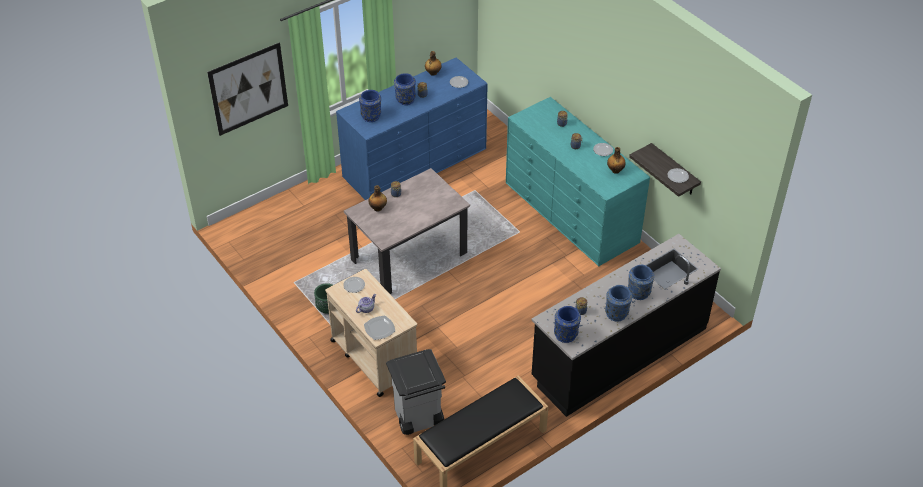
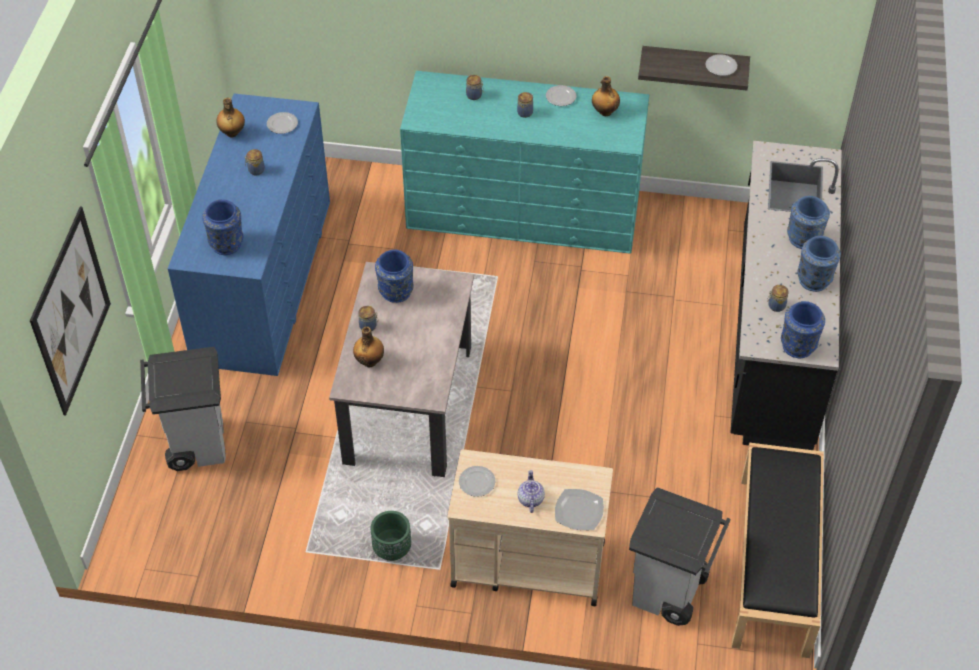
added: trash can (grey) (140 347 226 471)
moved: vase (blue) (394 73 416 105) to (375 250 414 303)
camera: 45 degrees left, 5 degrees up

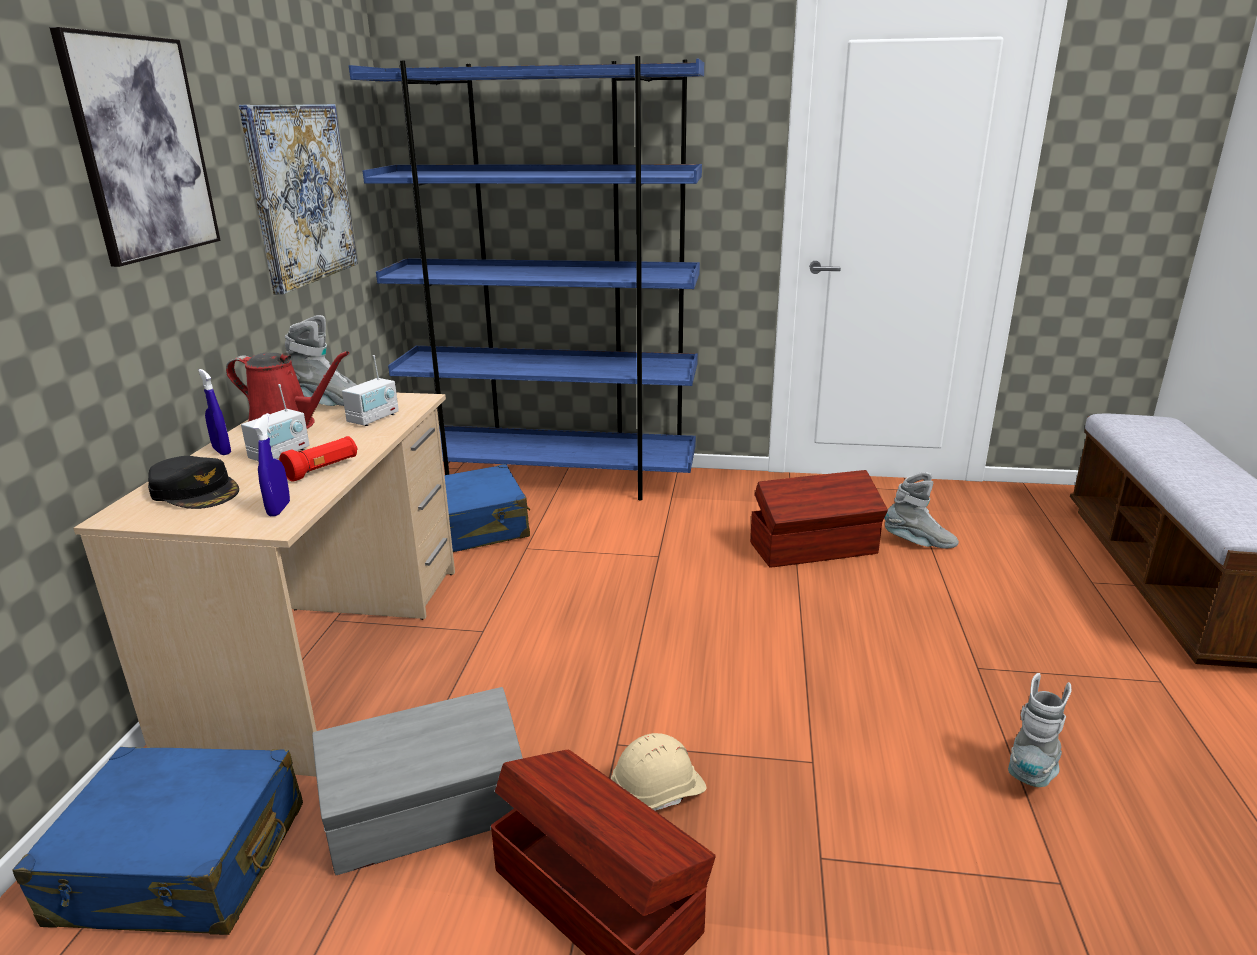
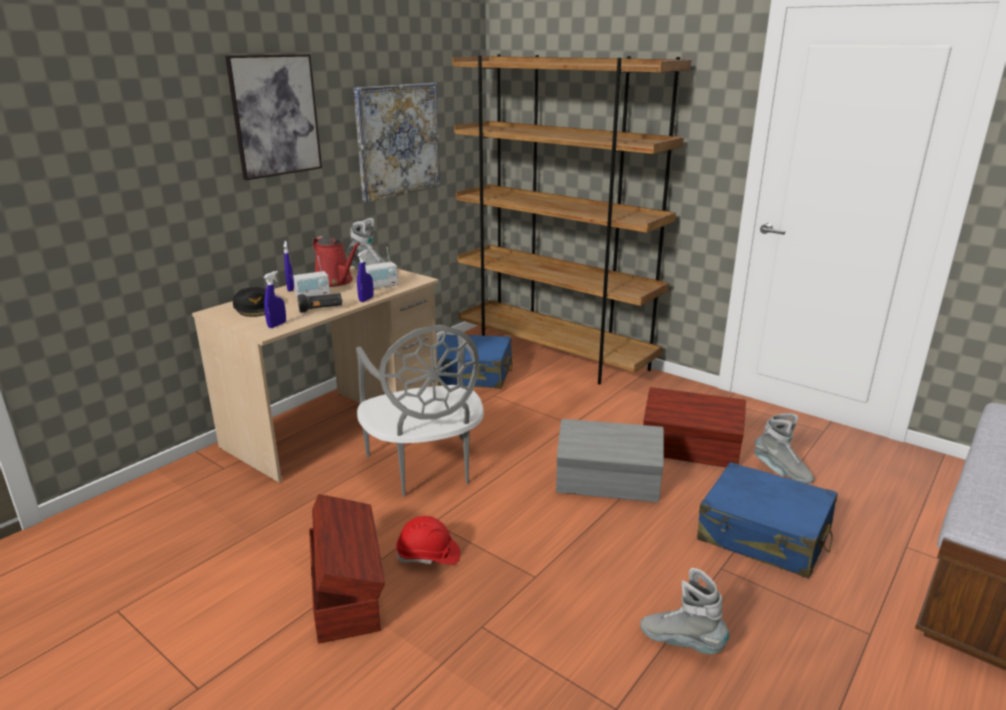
added: spray bottle (blue) (357 250 374 302); chair (grey) (356 325 484 497)
moved: storage box (grey) (312 687 523 875) to (556 419 664 502); suitcase (blue) (12 747 303 935) to (697 462 838 579)
recoloured: bookcase (blue) (349 56 704 500) to bookcase (brown) (452 54 691 385); flashlight (red) (279 436 358 482) to flashlight (black) (297 293 343 313); hard hat (beige) (611 733 707 811) to hard hat (red) (396 516 461 565)
turned: boot (grey) (1008 673 1072 787) = (640 568 729 655) 120 degrees counterclockwise
camera: 30 degrees right, 0 degrees up

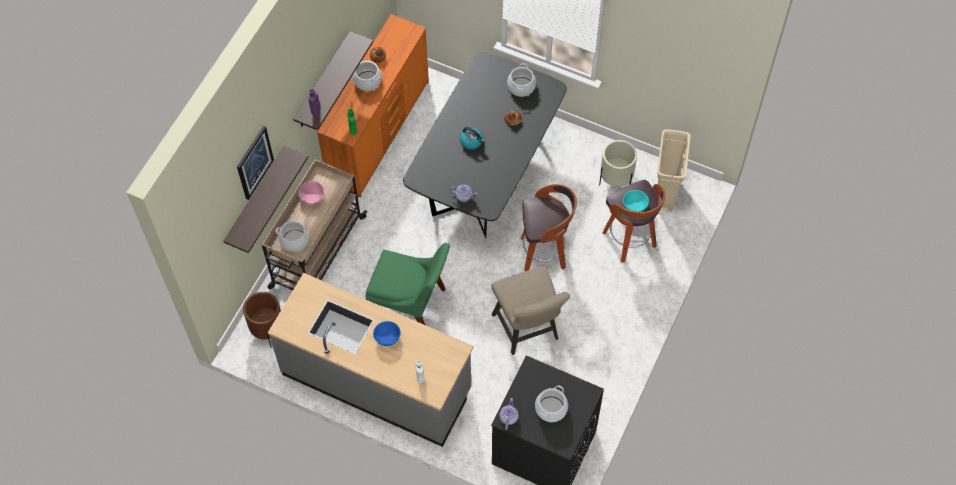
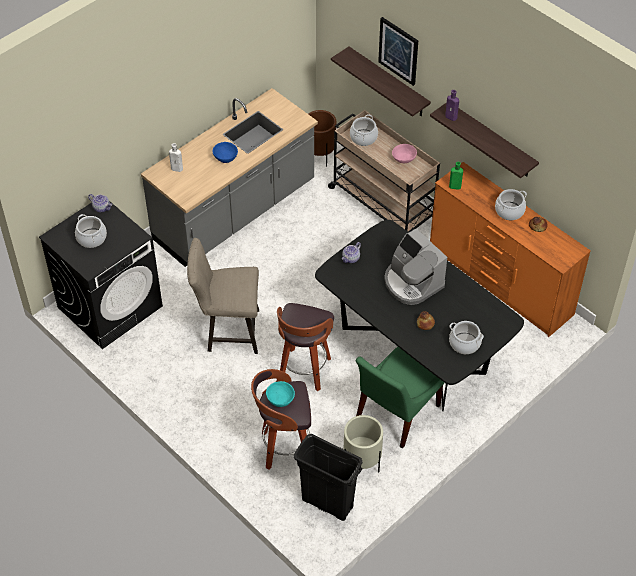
moved: chair (green) (365 243 450 325) to (356 347 444 448)
replaced: kettle (460 127 485 150) to coffee machine (384 229 447 305)
recoloured: trash can (beige) (657 129 691 212) to trash can (black) (294 434 363 521)
camera: 110 degrees right, 10 degrees down

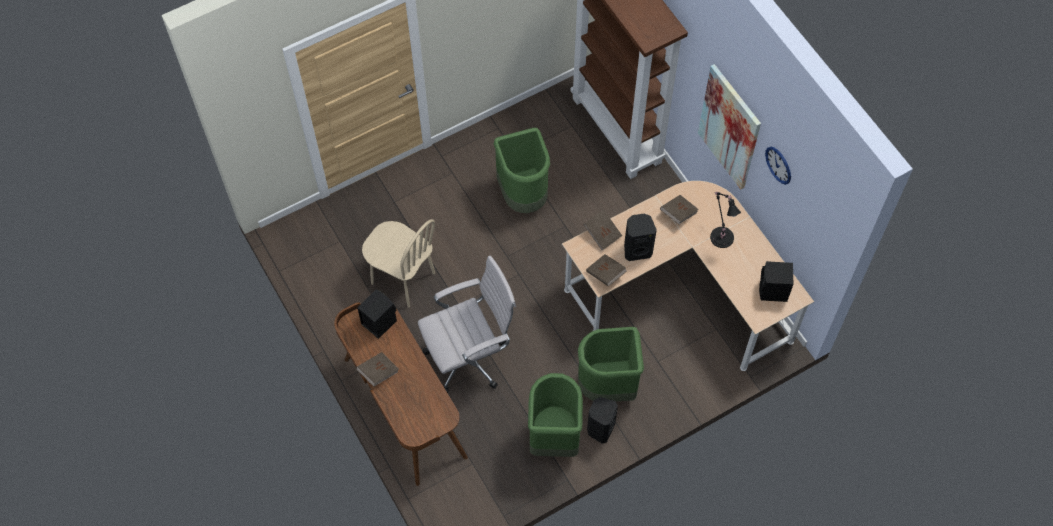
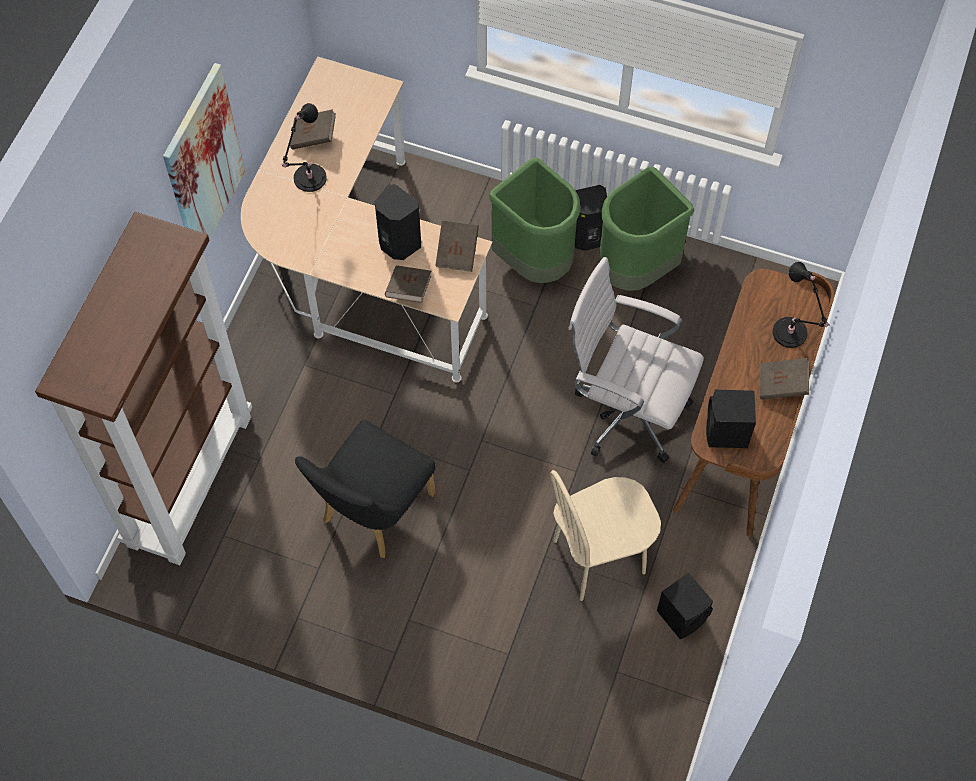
removed: wall clock (765 147 791 185)
added: table lamp (black) (773 262 830 348)
moved: book (brown) (660 195 699 225) to (290 109 336 149); speaker (black) (759 261 793 302) to (657 572 713 639)
replaced: trash can (green) (494 128 550 213) to chair (black) (295 420 436 558)
turned: chair (beige) (362 219 435 308) = (550 470 661 601) 105 degrees counterclockwise
camera: 130 degrees left, 0 degrees up

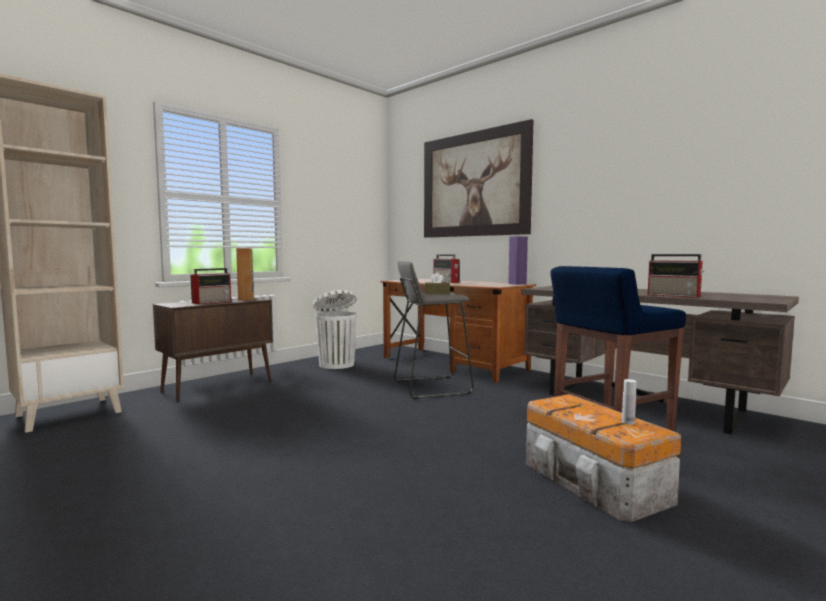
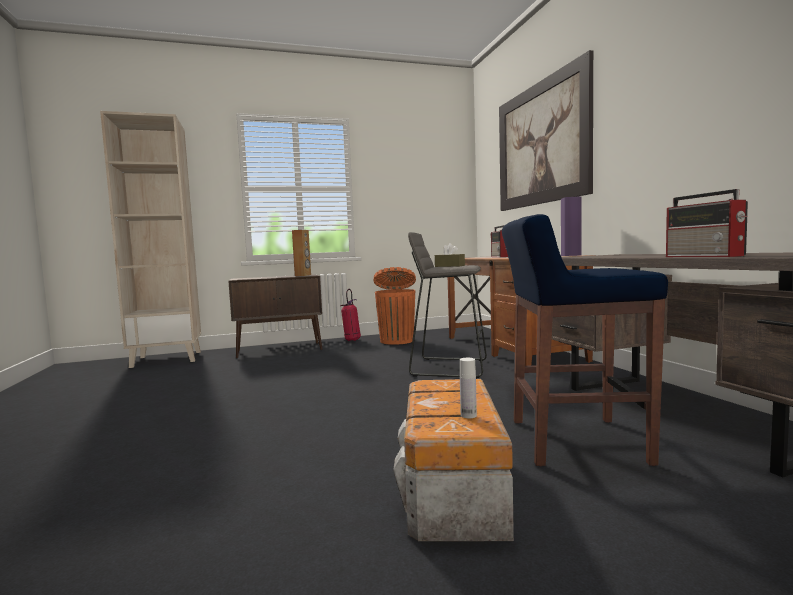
removed: radio (191 268 231 304)
added: fire extinguisher (340 289 361 341)
recoloured: trash can (white) (313 290 357 369) to trash can (orange) (374 267 416 345)
camera: 30 degrees right, 0 degrees up

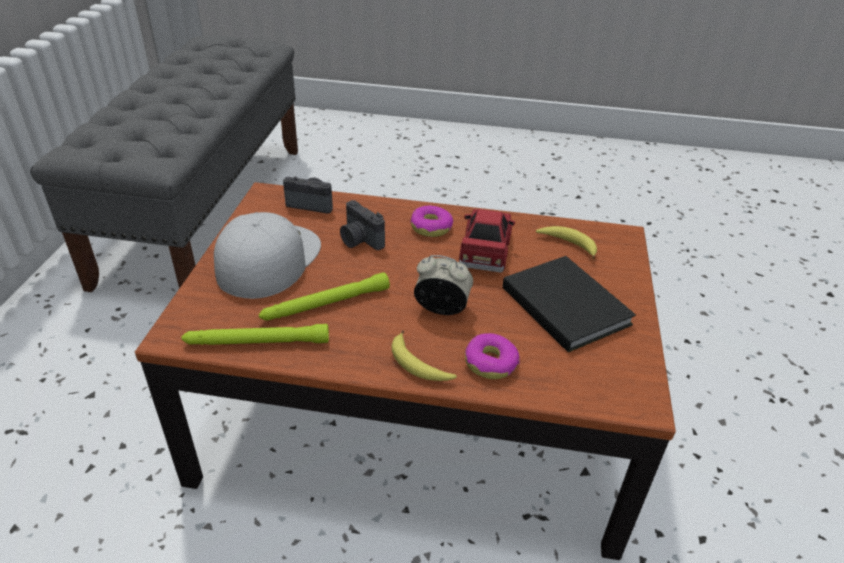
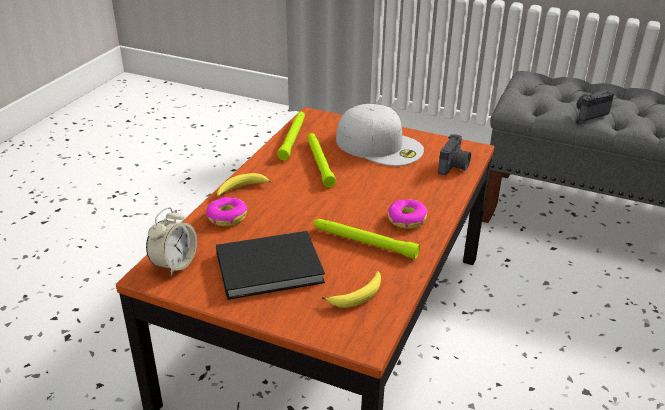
moved: photo camera (340 200 385 250) to (576 91 614 121); alarm clock (414 255 473 315) to (146 207 197 276)
replaced: toy car (red) (459 209 515 272) to flashlight (green) (313 219 420 259)
camera: 105 degrees right, 5 degrees down

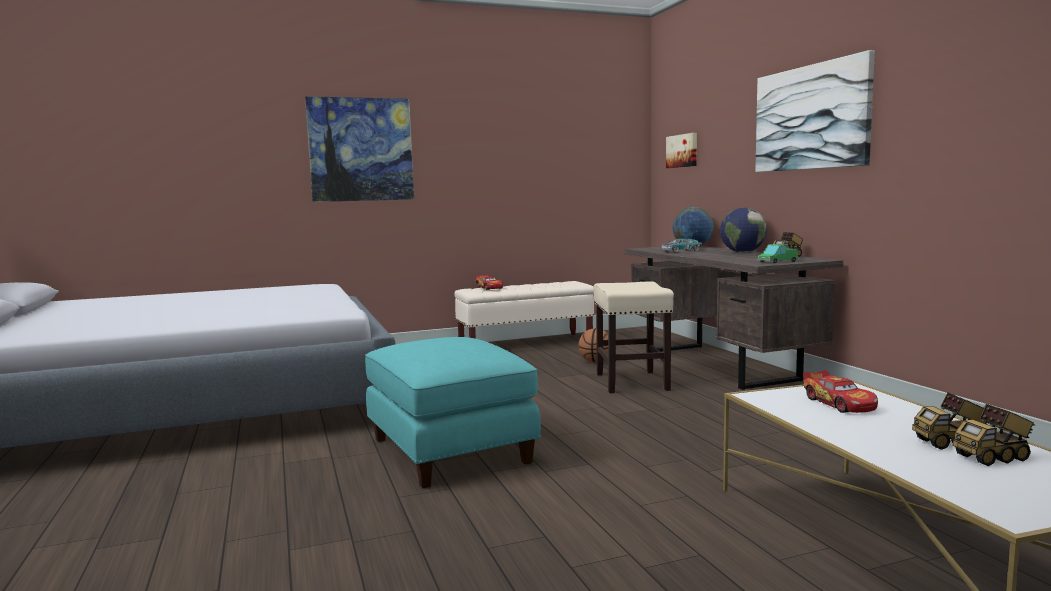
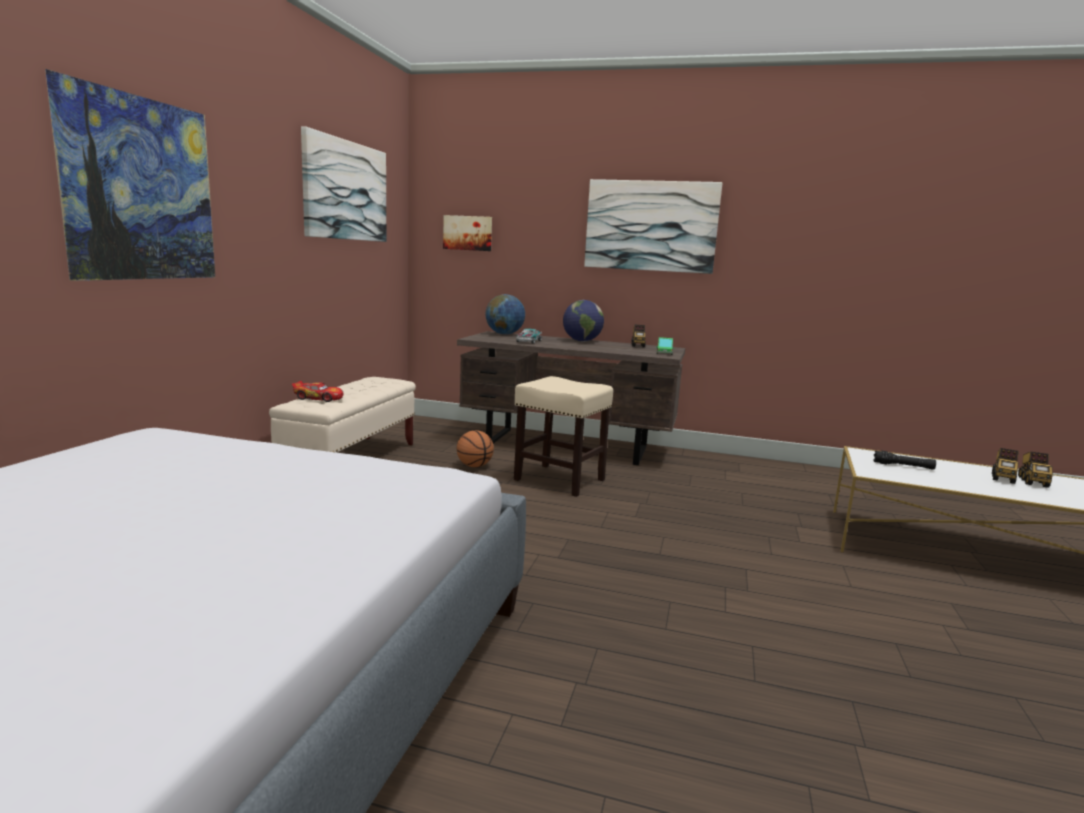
removed: ottoman (turquoise) (365 337 541 488)
added: picture (301 127 386 242)
replaced: toy car (803 370 878 413) to flashlight (black) (873 451 936 470)
camera: 55 degrees left, 5 degrees up

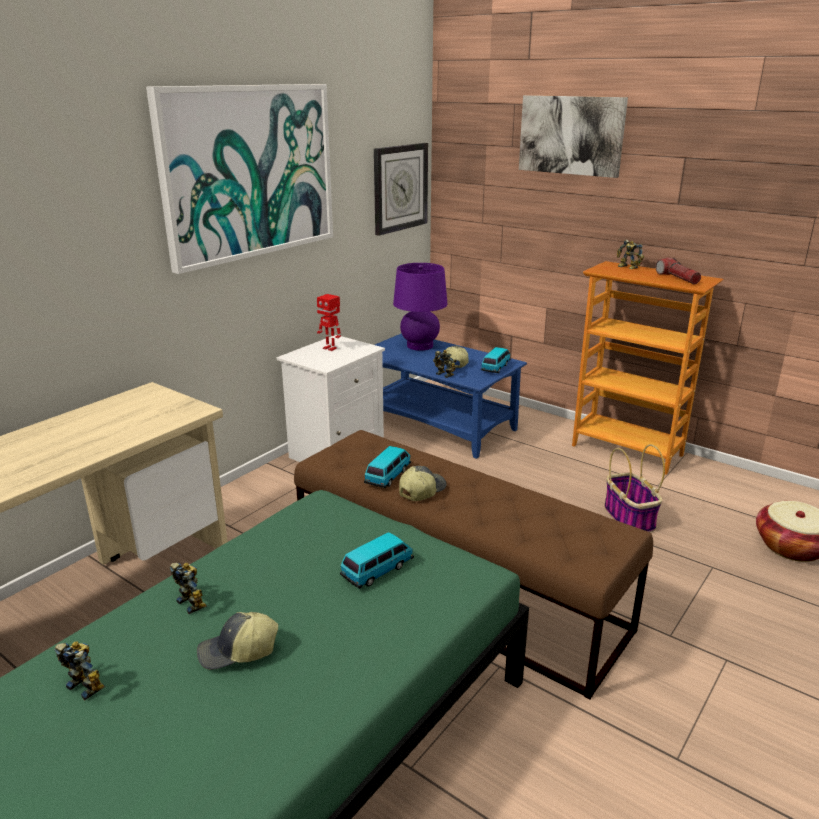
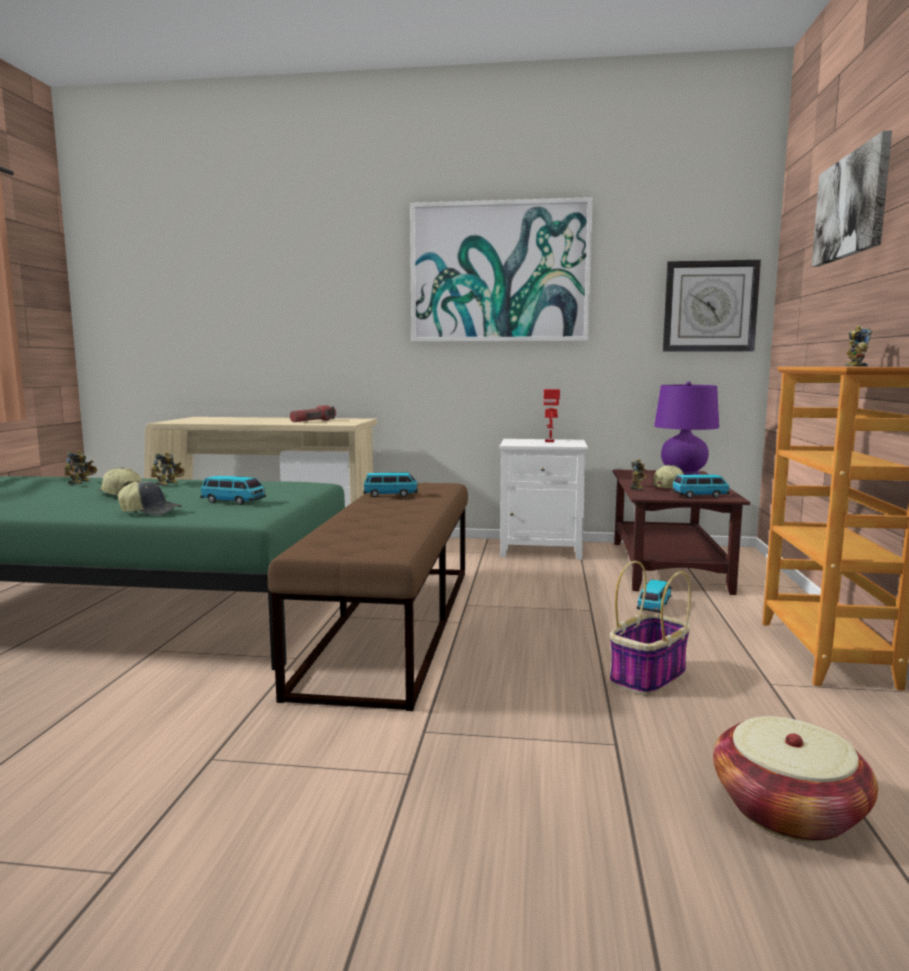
added: toy car (637 580 671 613)
moved: flashlight (655 258 701 284) to (290 405 336 422); cap (399 466 446 501) to (118 480 182 515)
recoloured: coffee table (blue) (375 333 527 459) to coffee table (brown) (613 470 750 595)
camera: 60 degrees right, 15 degrees down

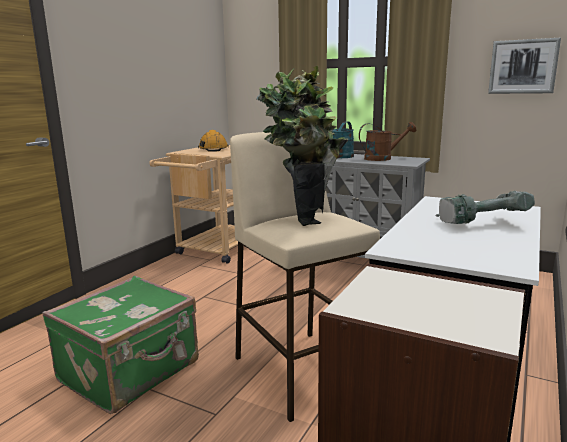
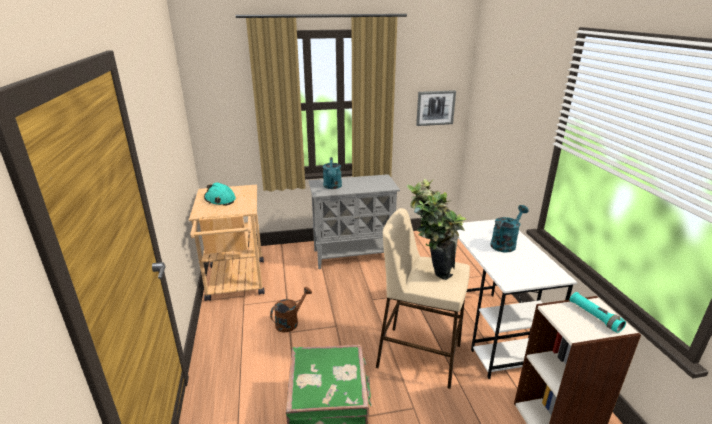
added: flashlight (turquoise) (569 292 626 333)
moved: watering can (brown) (359 122 416 161) to (270 287 312 332)
replaced: power drill (435 191 535 224) to watering can (turquoise) (490 205 529 252)
recoloured: hard hat (orange) (198 130 229 152) to hard hat (turquoise) (204 182 236 206)
camera: 40 degrees left, 10 degrees up

